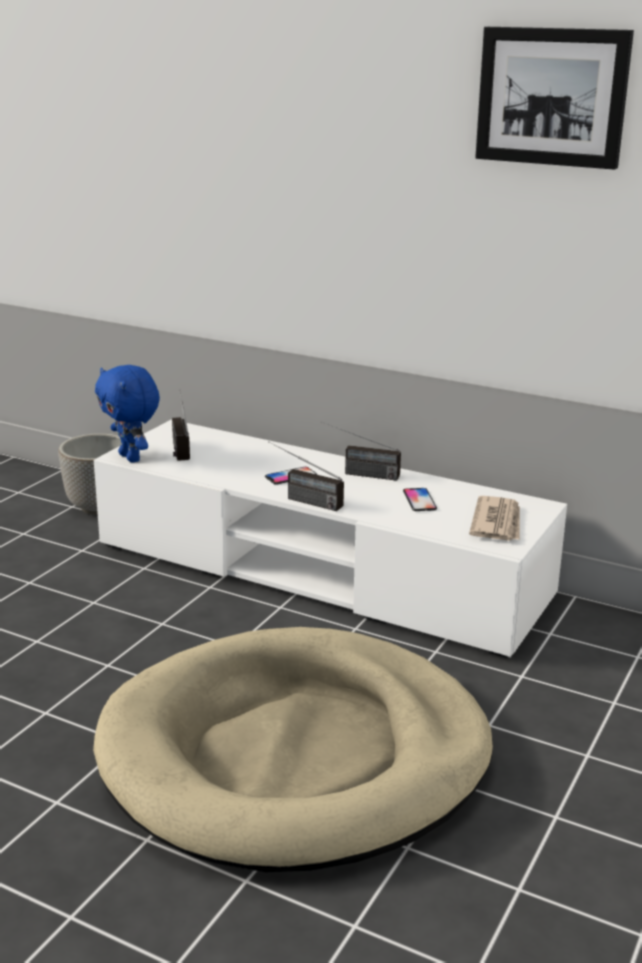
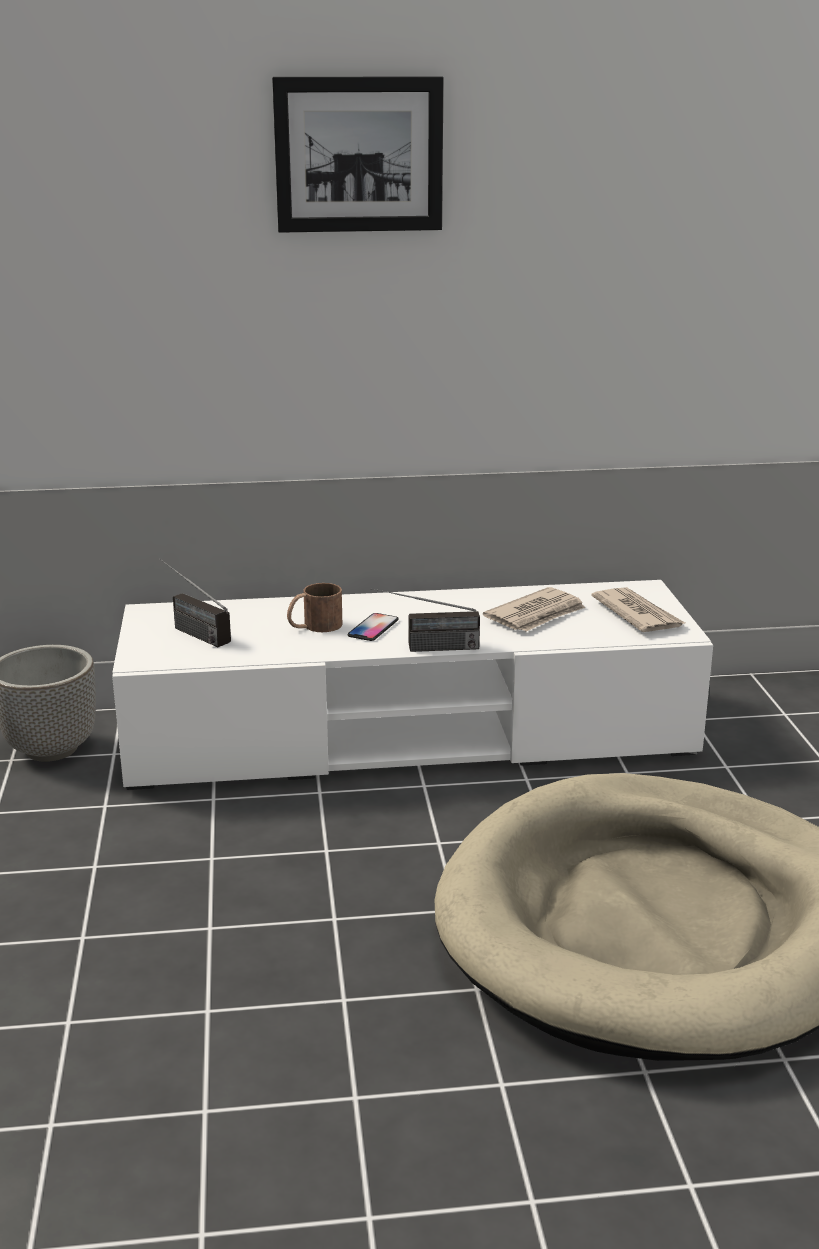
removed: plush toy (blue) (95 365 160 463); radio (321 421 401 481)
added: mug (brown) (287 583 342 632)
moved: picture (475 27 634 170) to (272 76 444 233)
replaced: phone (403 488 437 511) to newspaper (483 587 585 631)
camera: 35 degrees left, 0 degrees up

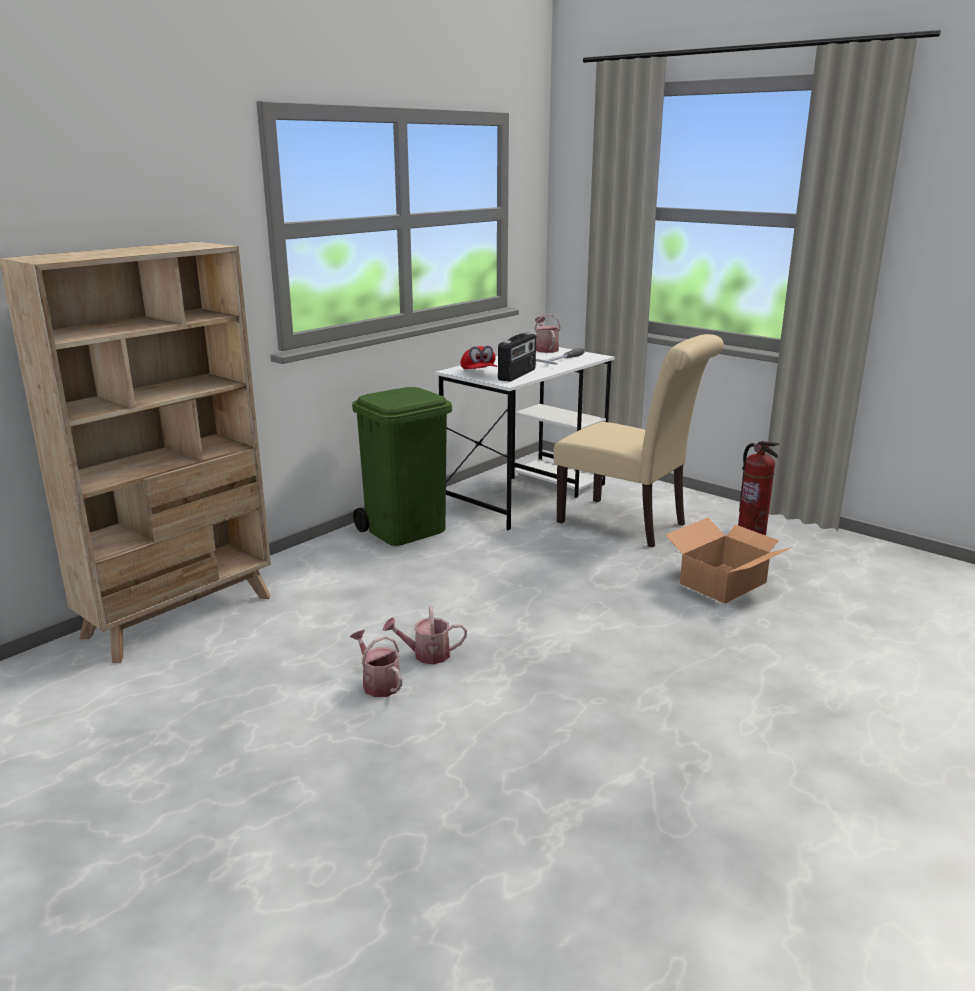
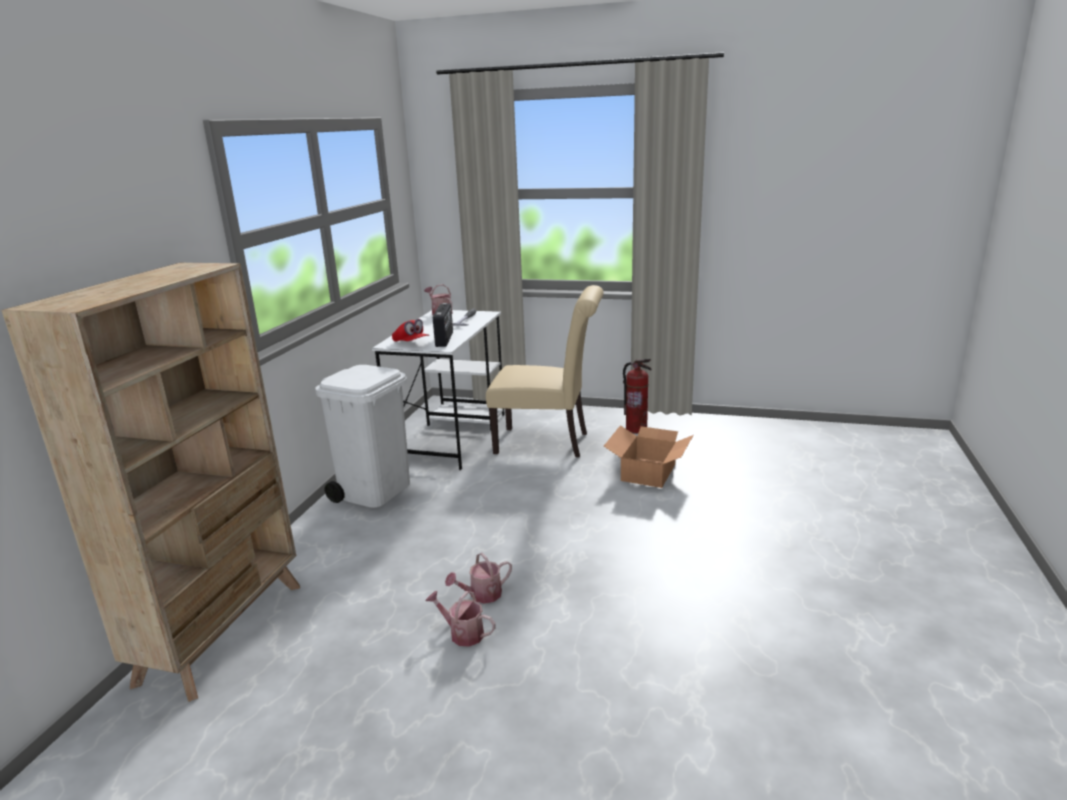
recoloured: trash can (green) (352 387 452 546) to trash can (white) (315 365 410 508)
camera: 25 degrees left, 0 degrees up

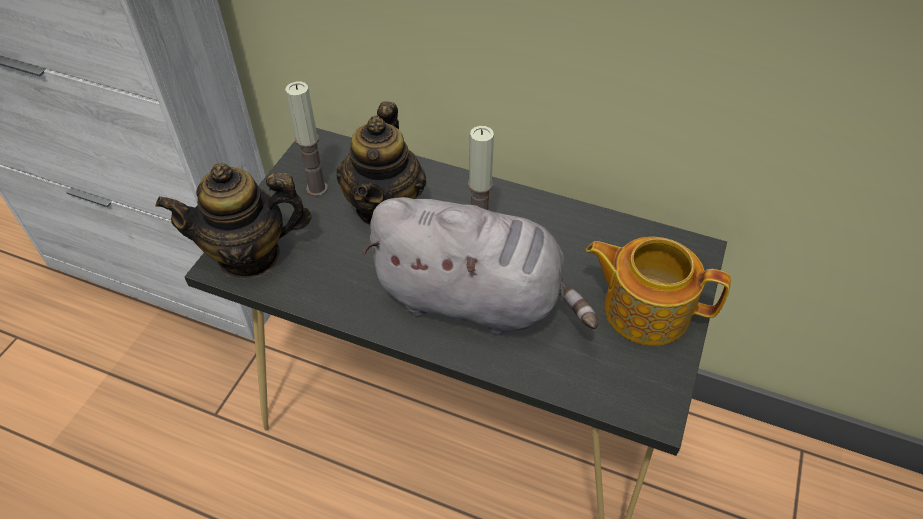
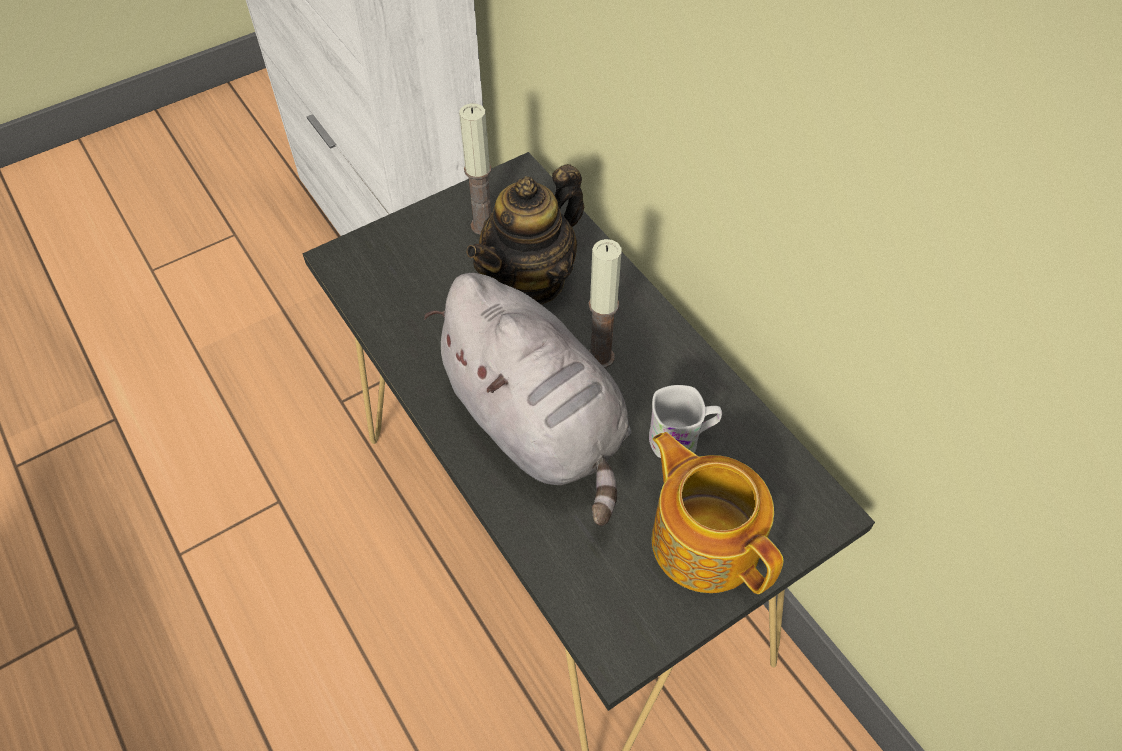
removed: teapot (156 163 312 279)
added: mug (white) (649 385 722 458)
camera: 35 degrees right, 5 degrees up

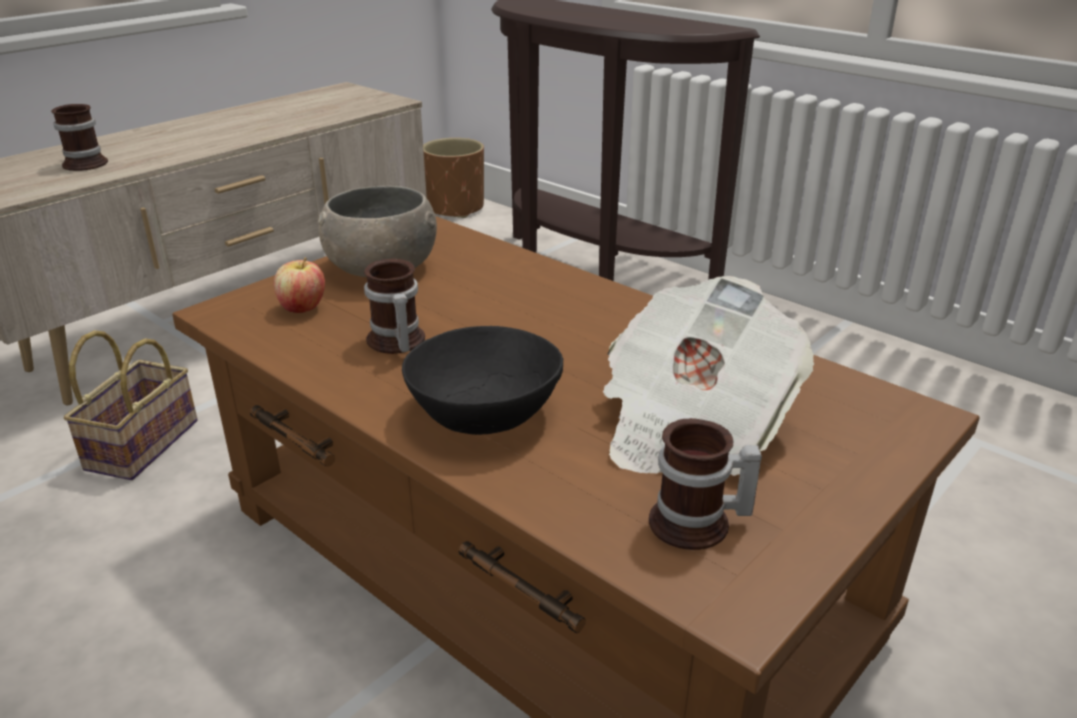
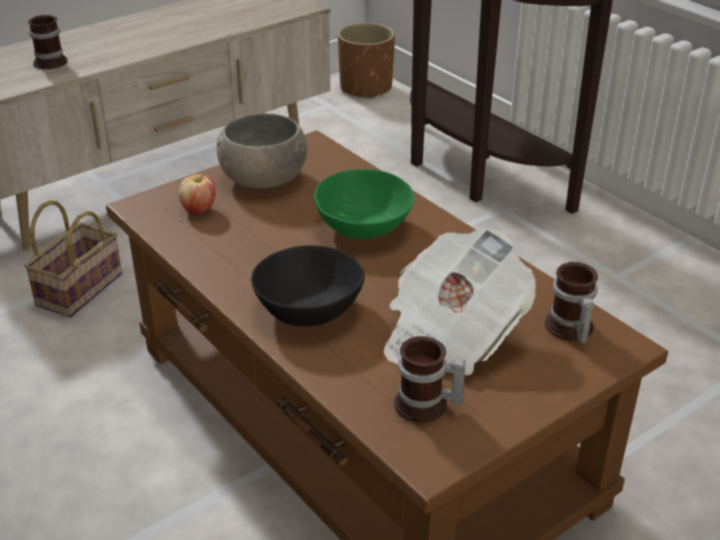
added: bowl (green) (314 169 414 239)
moved: mug (364 259 425 354) to (545 262 598 343)
camera: 10 degrees right, 5 degrees up

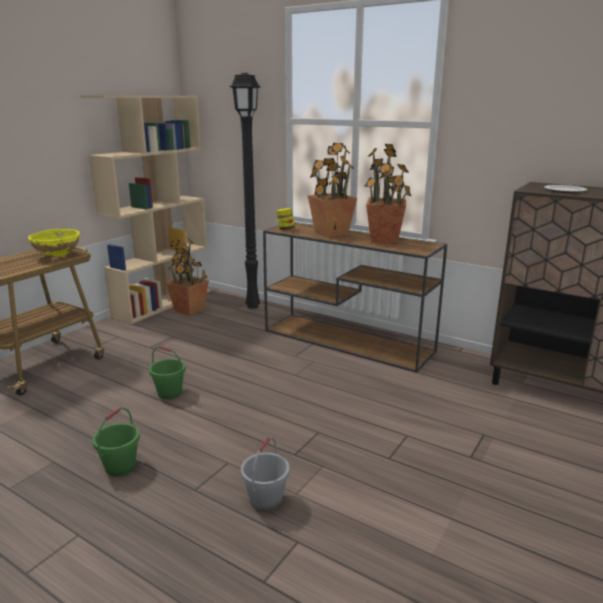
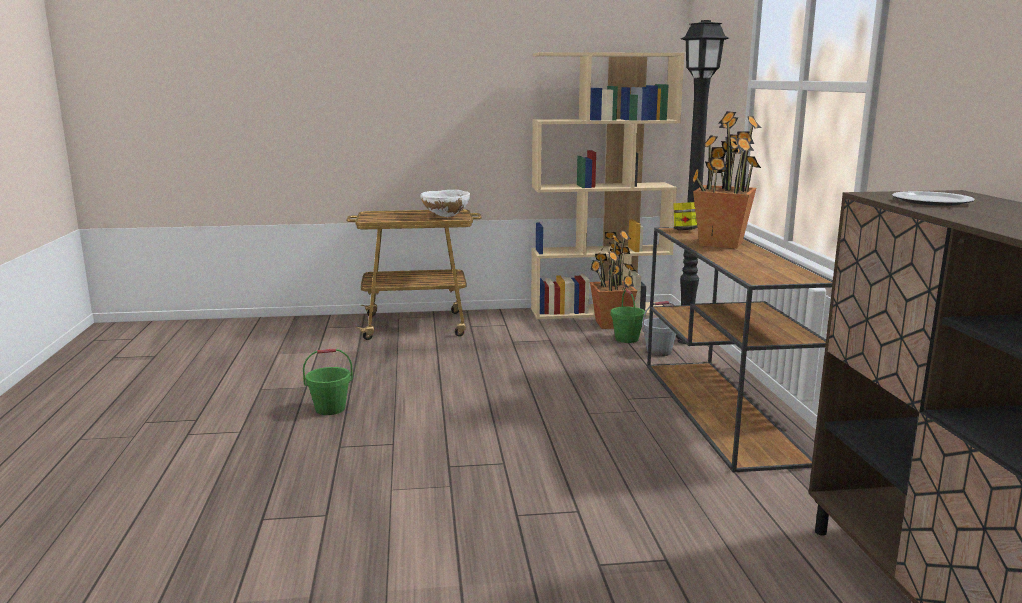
removed: potted plant (364 144 411 244)
moved: bucket (green) (149 346 186 399) to (611 289 646 343); bucket (grey) (241 437 289 512) to (642 301 676 356)
recoloured: bowl (yellow) (28 229 80 257) to bowl (white) (420 190 470 217)
camera: 50 degrees right, 5 degrees down

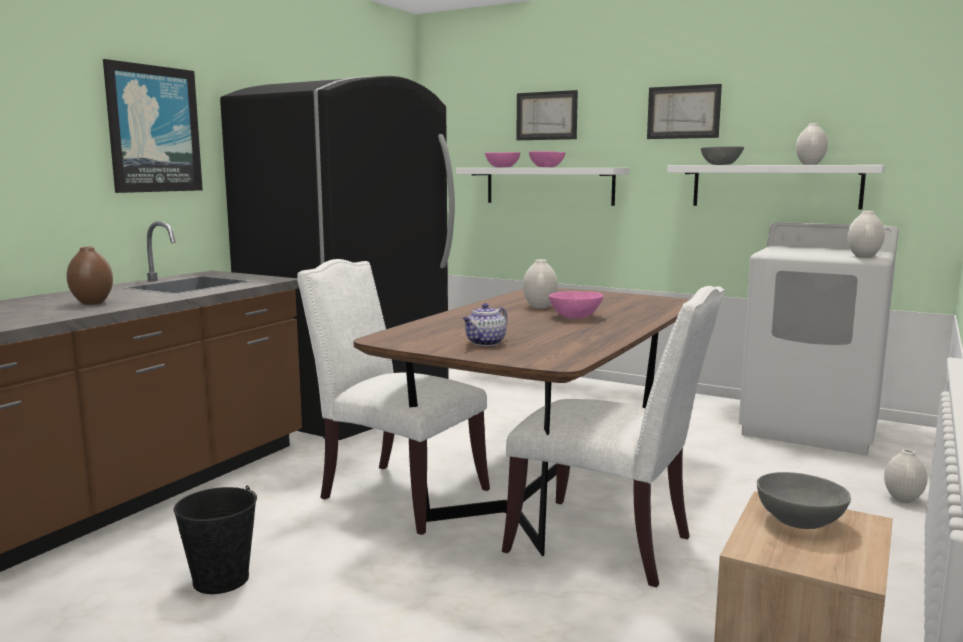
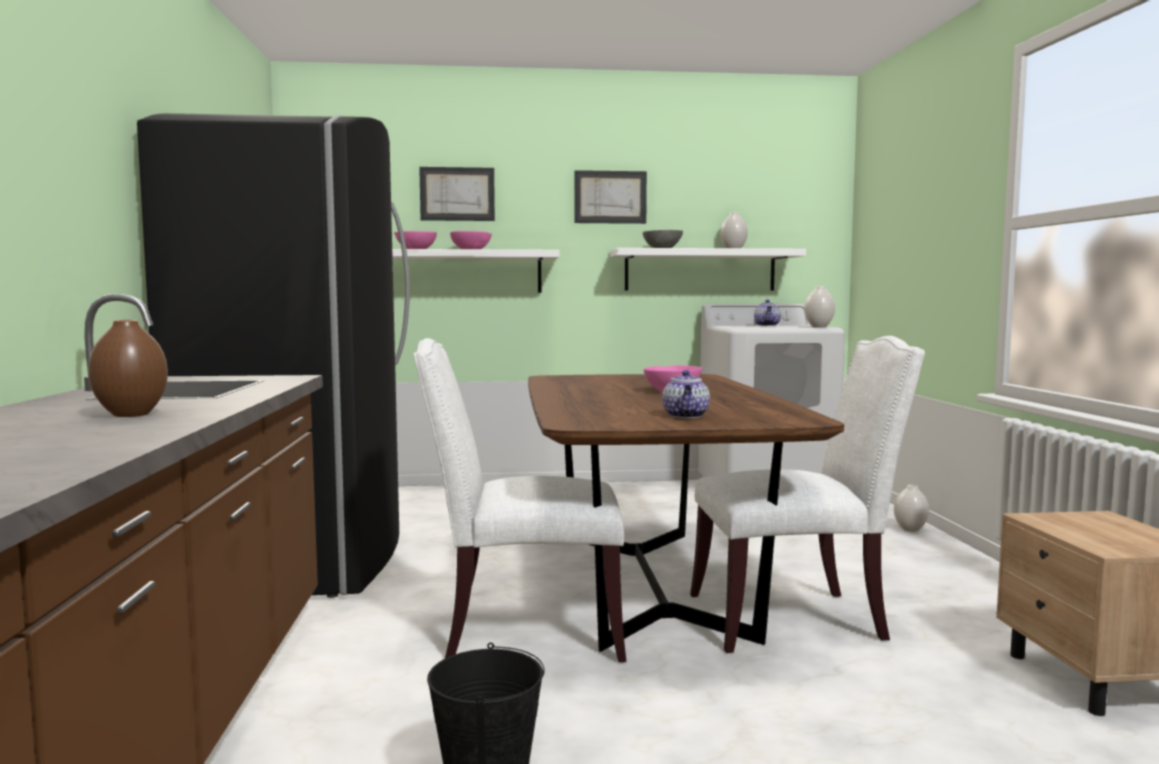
removed: picture (103 59 203 193); vase (white) (523 259 558 309); bowl (grey) (757 472 851 529)
added: teapot (754 299 781 326)
camera: 35 degrees left, 5 degrees down

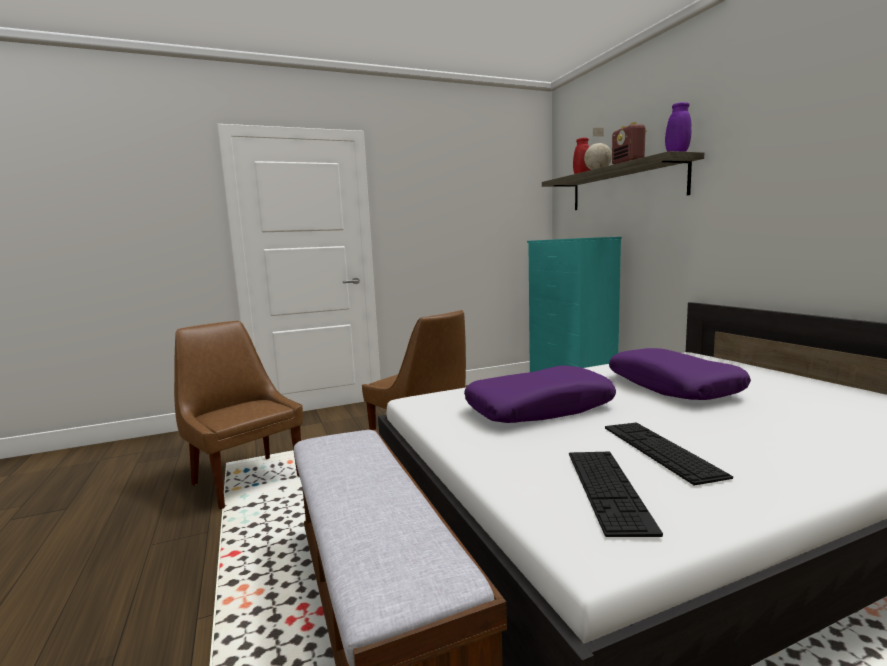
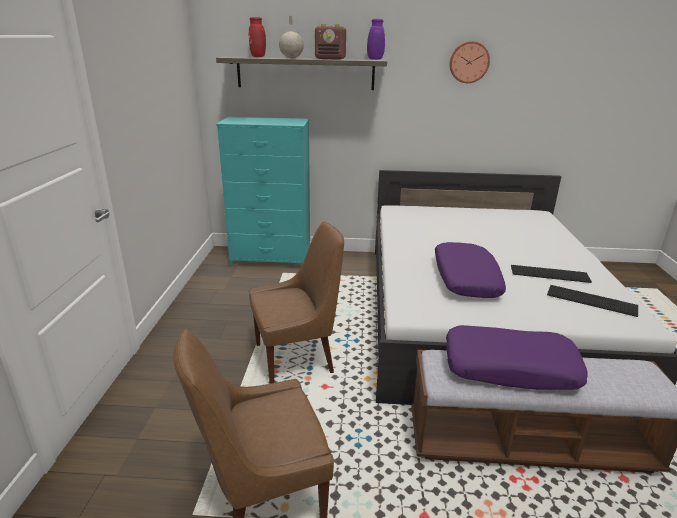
added: wall clock (449 41 490 83)
moved: pillow (purple) (609 348 751 400) to (446 325 587 390)
camera: 65 degrees left, 15 degrees up

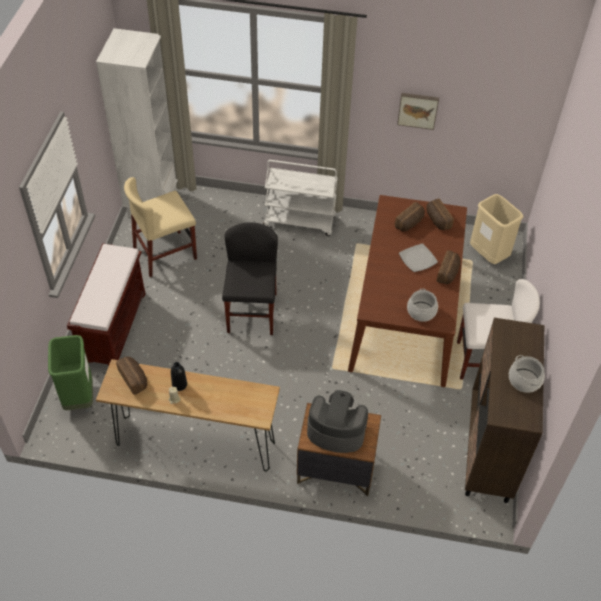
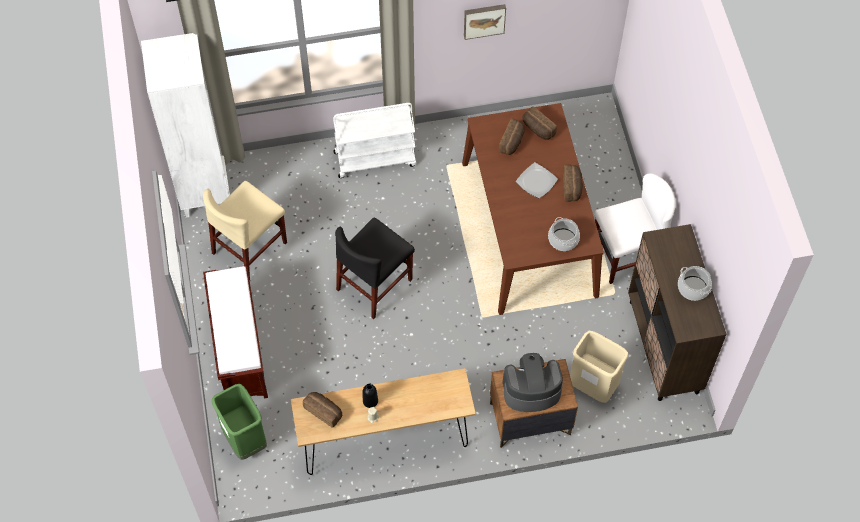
moved: trash can (beige) (470 194 523 264) to (570 331 628 403)
turned: chair (black) (222 222 278 335) = (335 218 415 319) 120 degrees counterclockwise
camera: 20 degrees left, 10 degrees up

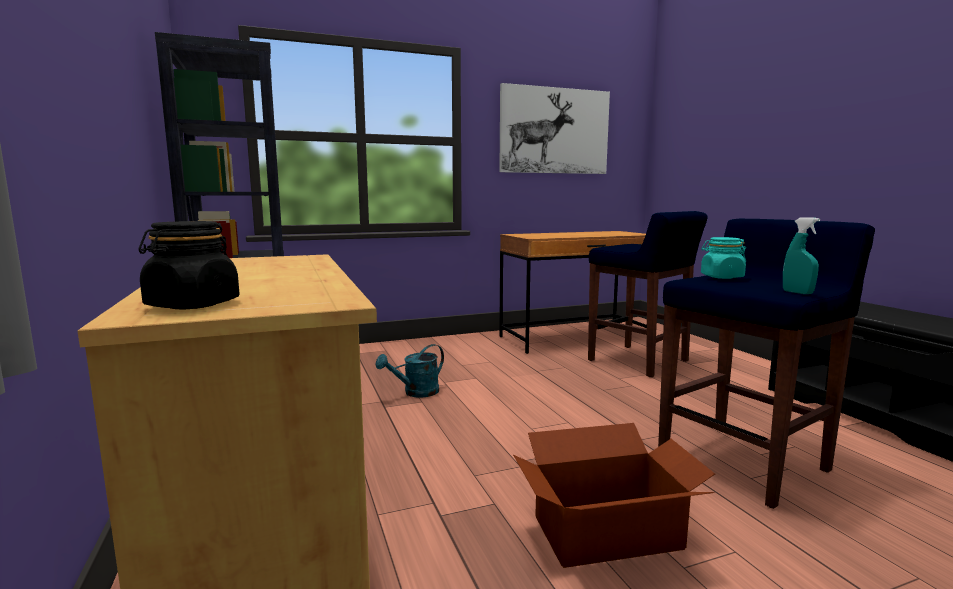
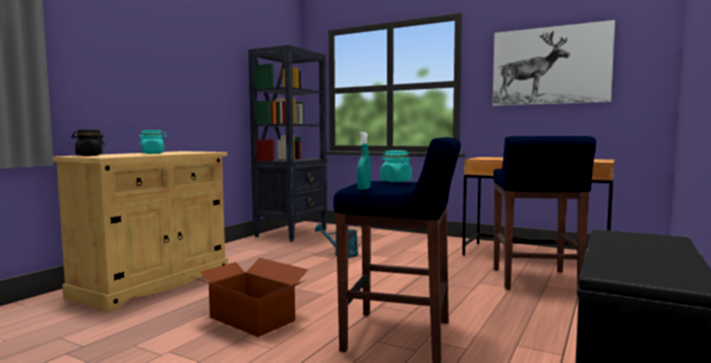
added: jar (turquoise) (139 130 167 154)
camera: 50 degrees right, 5 degrees down

